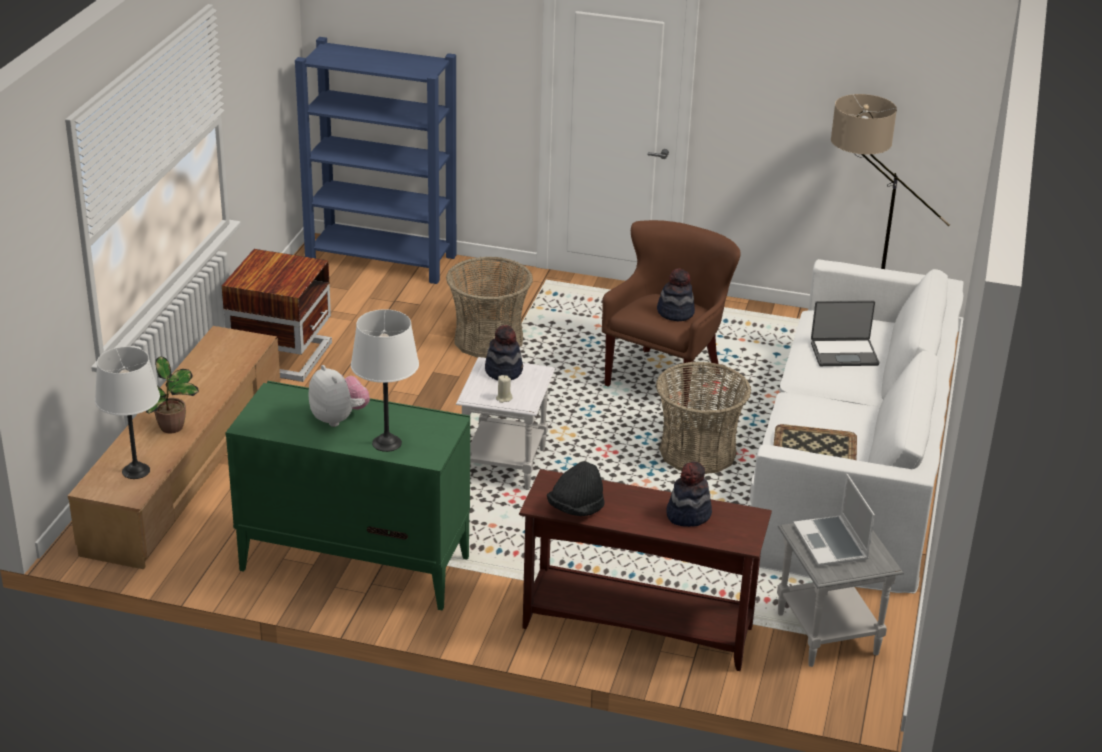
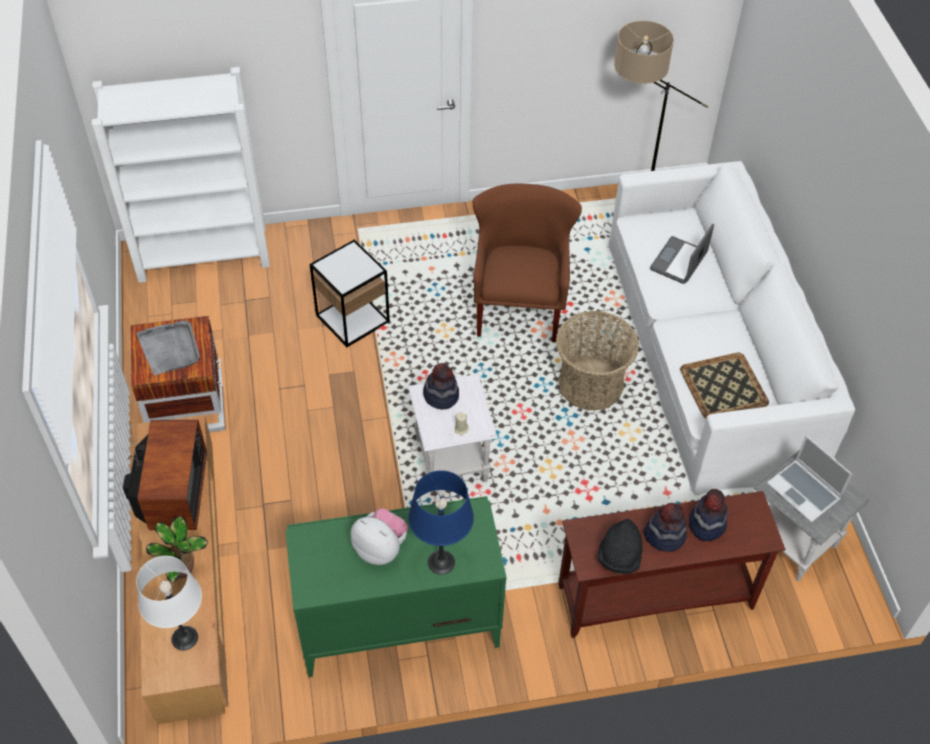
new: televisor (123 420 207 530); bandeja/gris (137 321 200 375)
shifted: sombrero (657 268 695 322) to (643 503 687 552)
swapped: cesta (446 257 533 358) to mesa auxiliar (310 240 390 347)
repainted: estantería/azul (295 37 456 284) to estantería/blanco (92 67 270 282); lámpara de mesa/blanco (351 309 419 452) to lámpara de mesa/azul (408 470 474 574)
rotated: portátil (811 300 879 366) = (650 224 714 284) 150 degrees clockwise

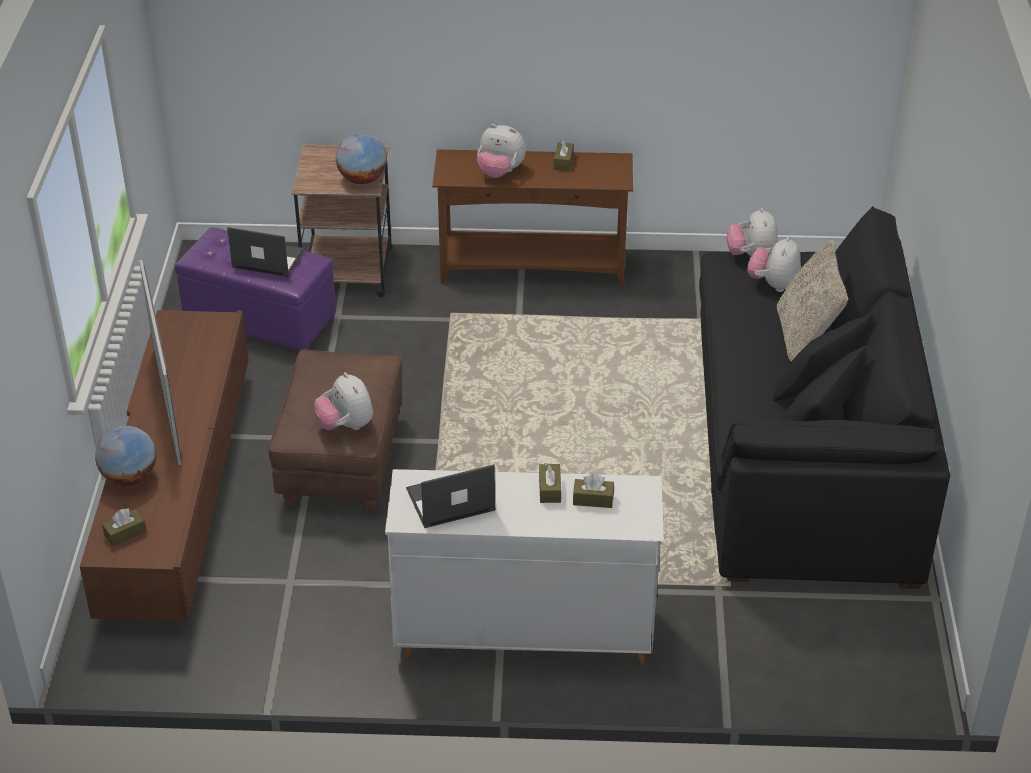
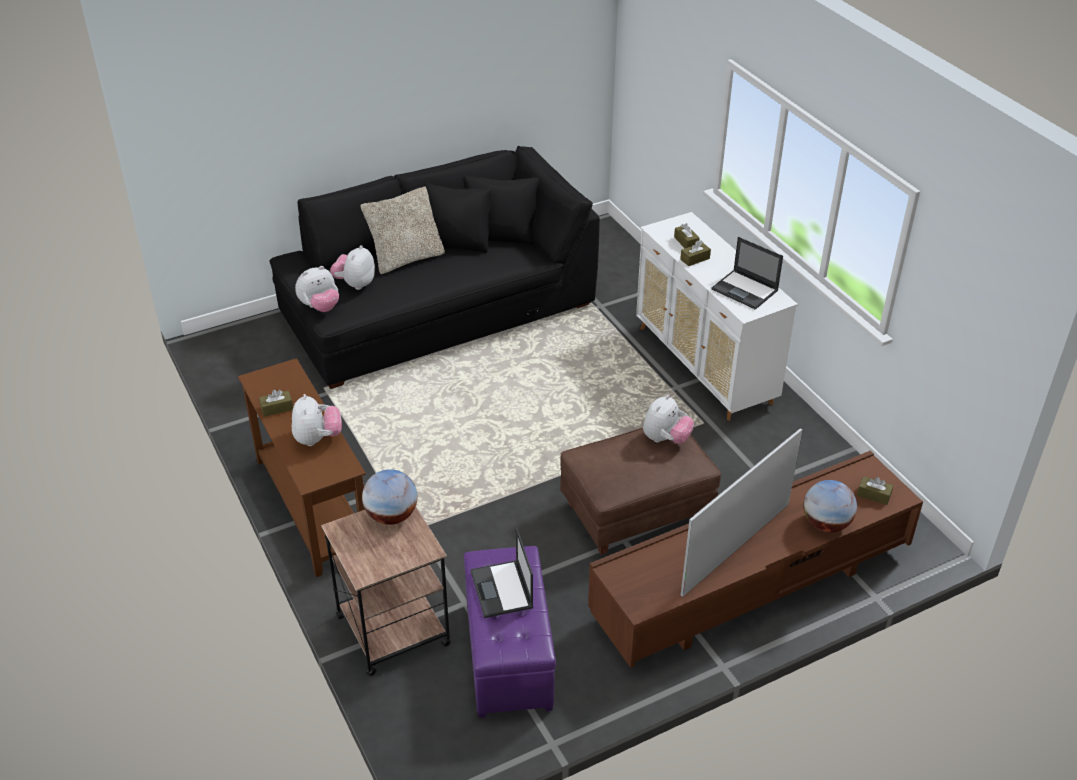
rotated: peluche (747 236 801 292) = (330 245 375 290) 120 degrees clockwise

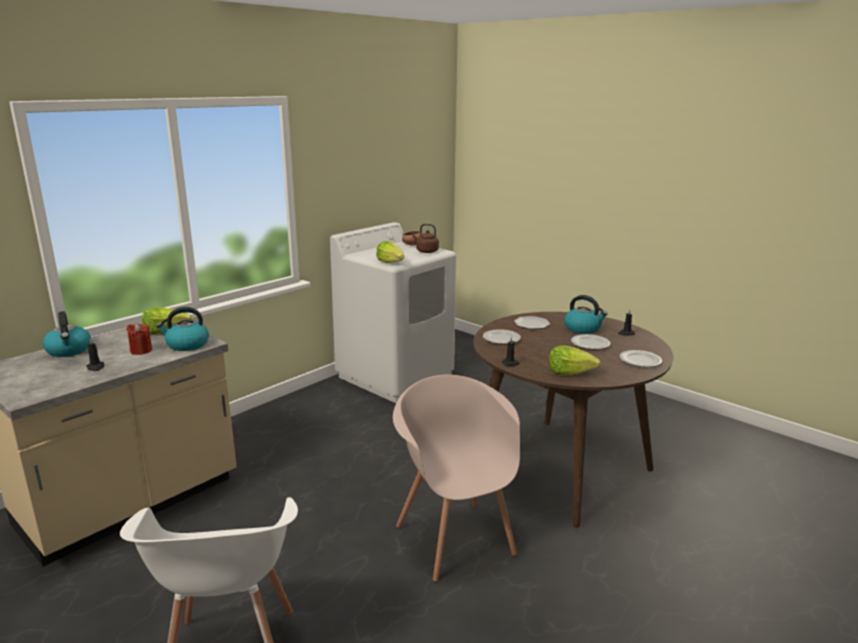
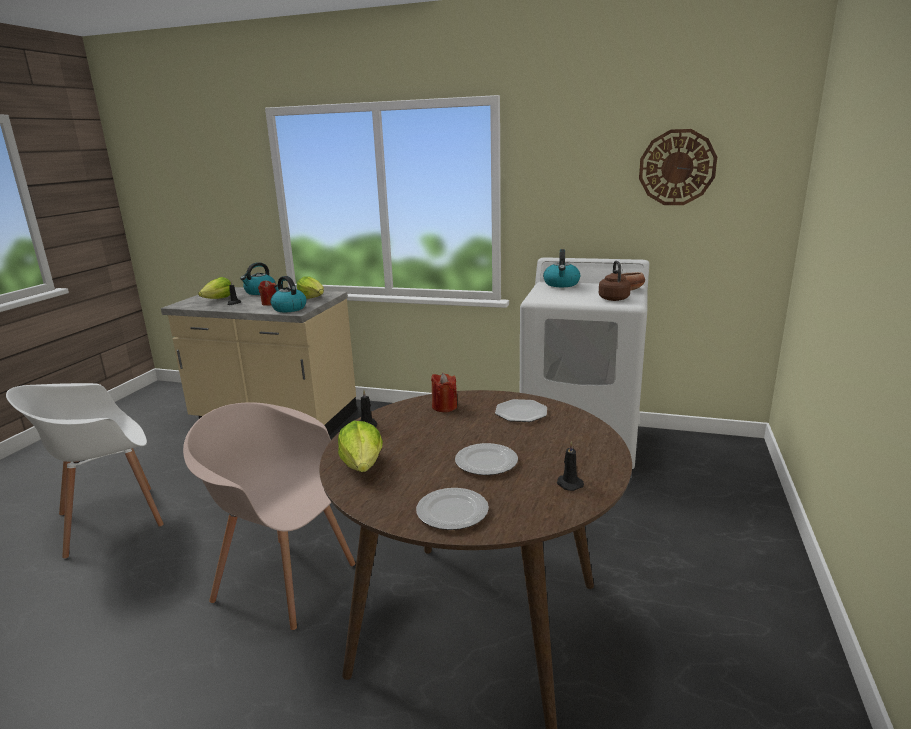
new: reloj de pared (639 129 717 205)
shifted: lechuga (376 241 404 263) to (198 277 231 299); hervidor (565 295 608 334) to (543 249 580 287)
swapped: plato (483 329 521 344) to vela/rojo (431 373 457 412)
rotated: silla/beis (393 375 520 581) = (183 402 356 630) 105 degrees counterclockwise

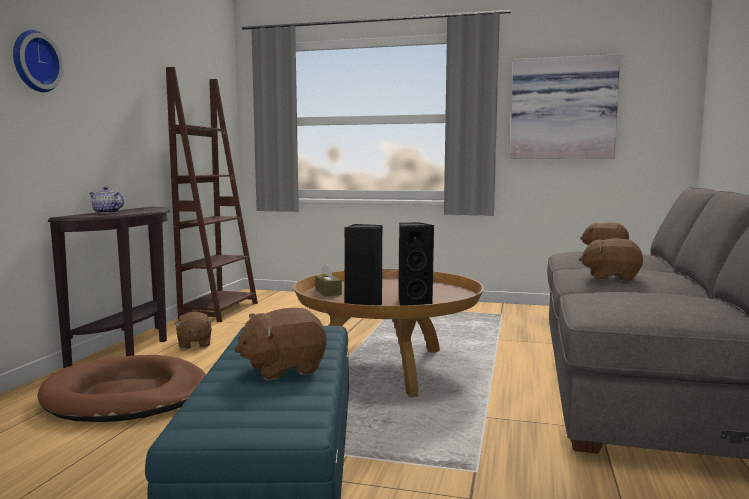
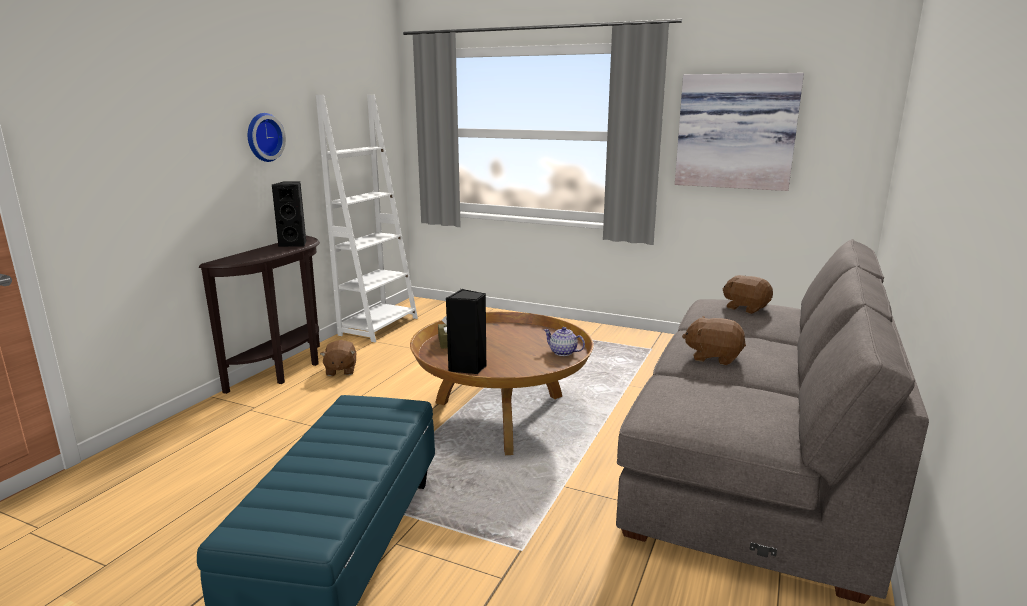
gone: cama para perro/marrón (37 355 206 422); peluche/marrón (234 308 327 380)
shifted: reloj de pared (13 30 64 92) to (248 113 286 162); tetera (89 187 124 214) to (544 327 585 356); altavoz/negro (399 222 434 306) to (271 181 306 247)
repainted: estantería/marrón (166 67 258 322) to estantería/blanco (316 95 418 342)

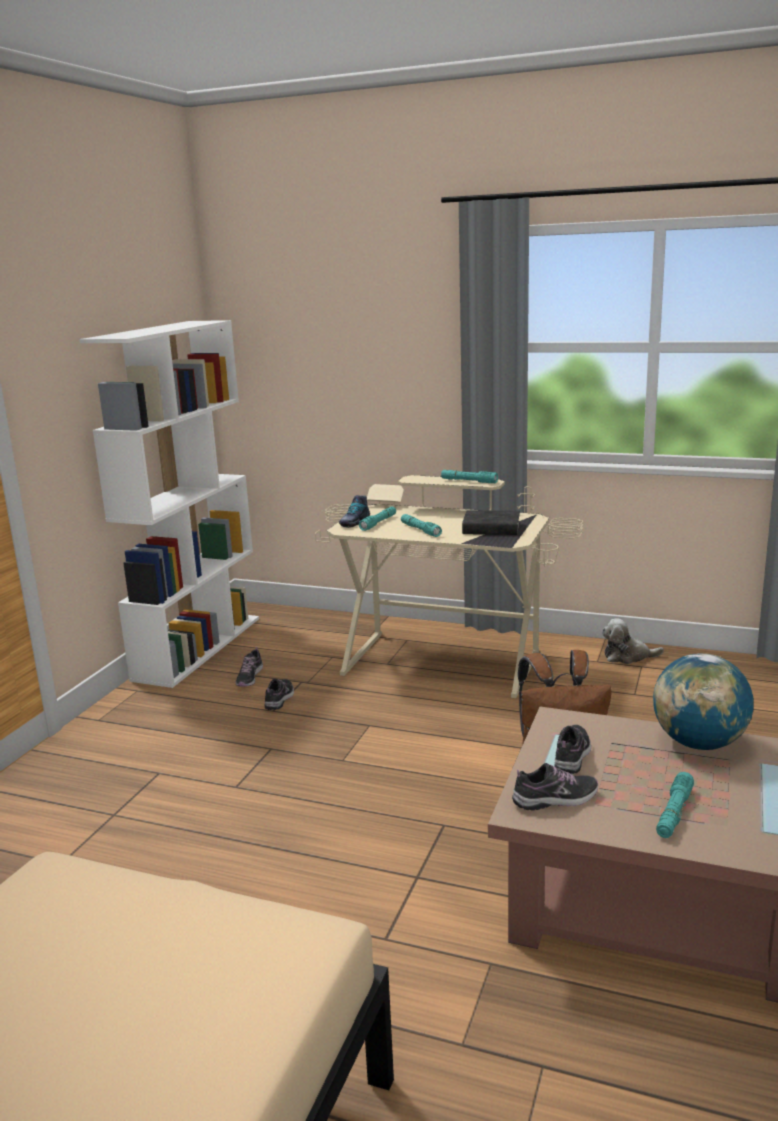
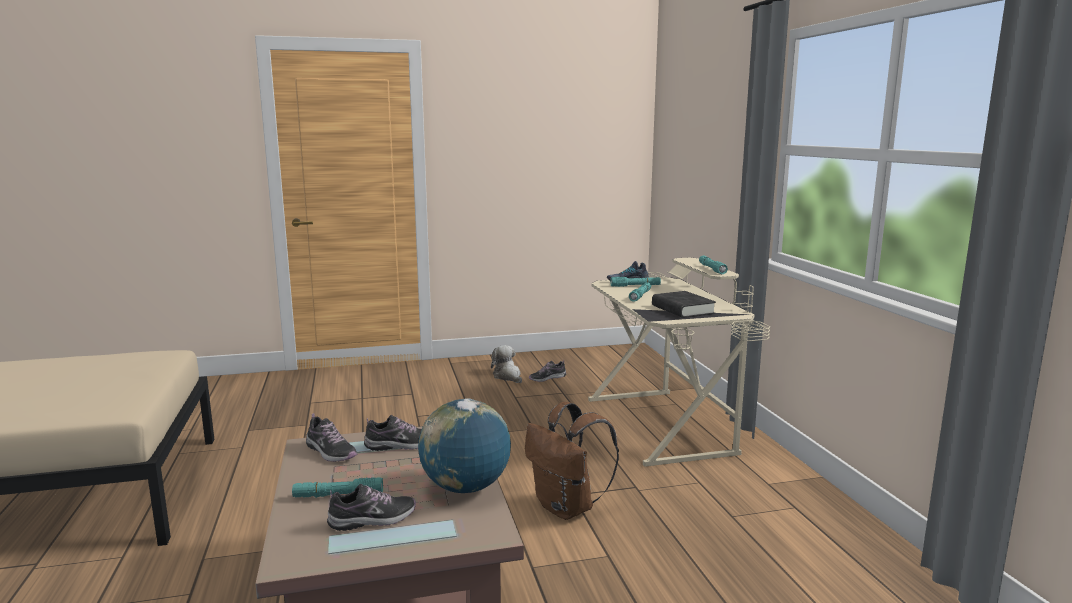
gone: estantería/blanco (79 320 259 688)
shifted: zapato (264 679 294 710) to (327 484 416 531); peluche (602 618 664 664) to (491 345 522 383)

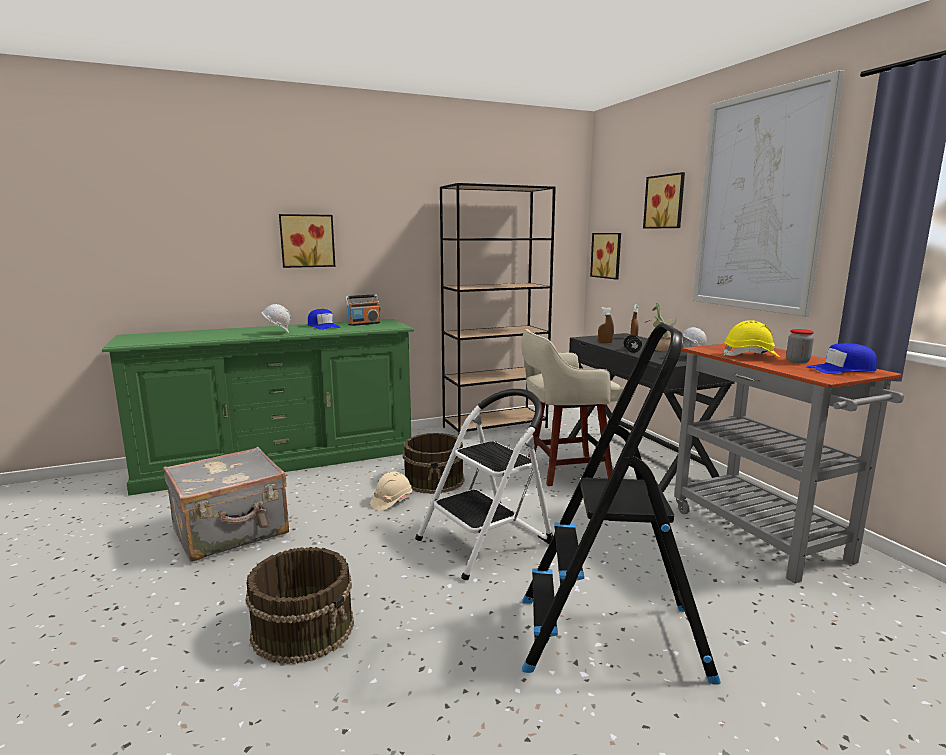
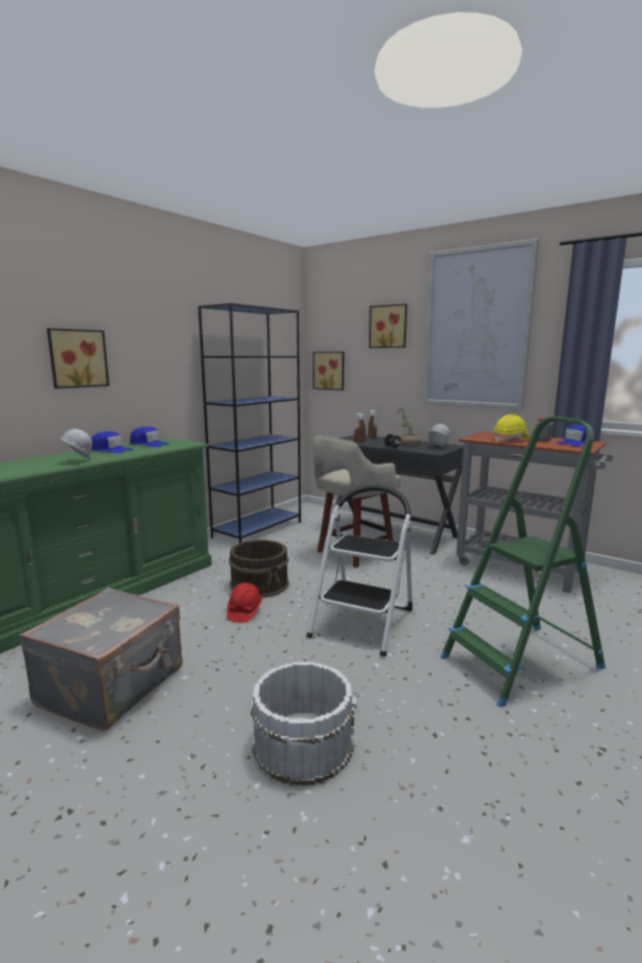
swapped: radio (345 294 380 326) to gorra/azul (130 427 170 447)
repainted: cubo/marrón (245 547 354 664) to cubo/blanco (251 662 357 785); casco/beis (370 472 412 511) to casco/rojo (227 583 262 623); estantería/beis (440 183 556 435) to estantería/azul (198 303 301 543); escalera de tijera/negro (522 323 721 685) to escalera de tijera/verde (440 416 606 707)

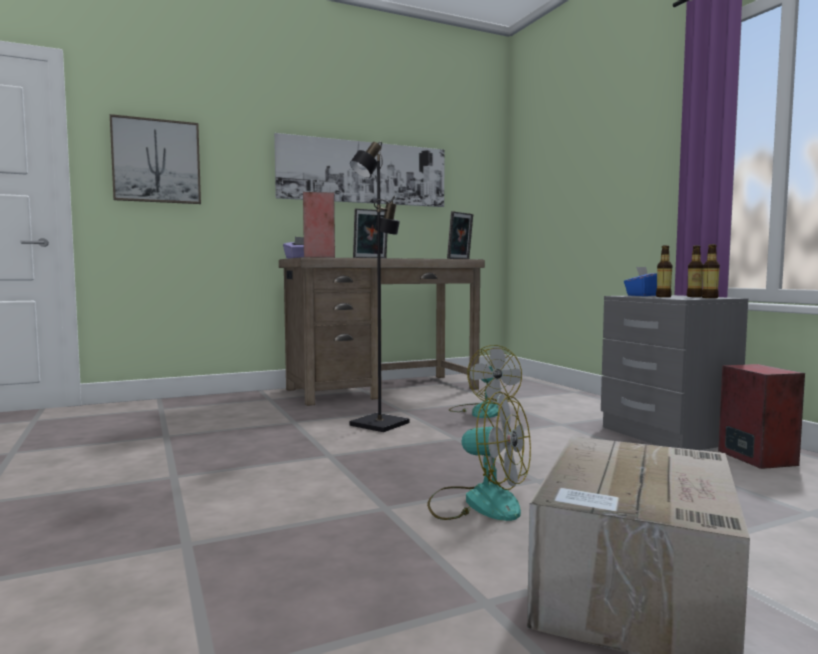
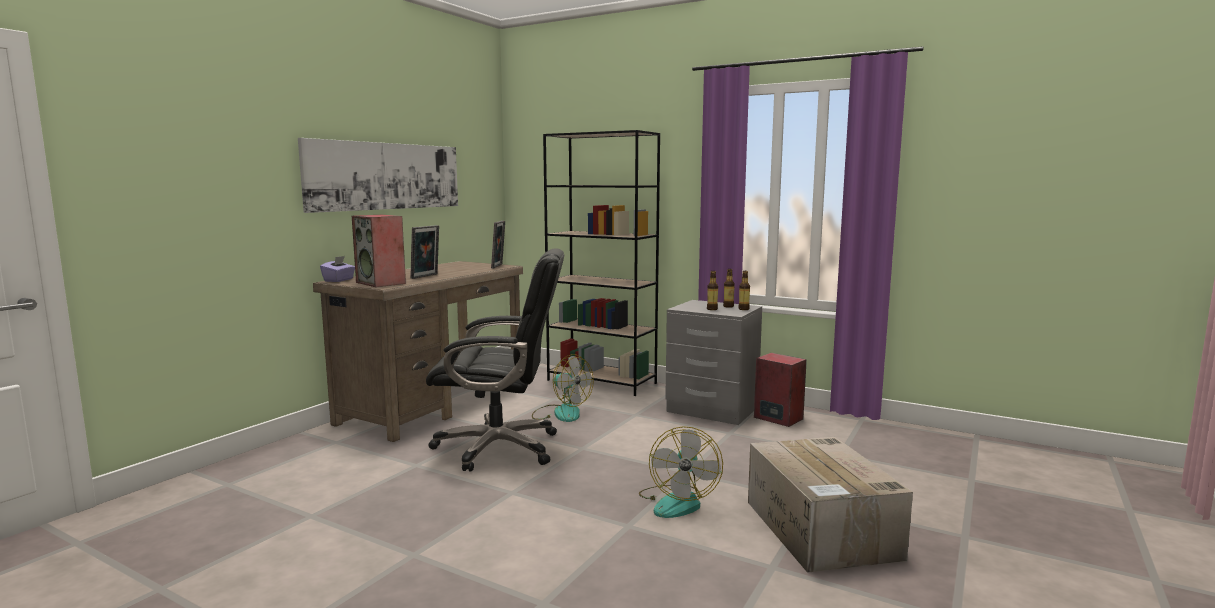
gone: cuadro (110 114 201 204); caja de pañuelos/azul (624 267 657 296)
new: estantería/beis (543 130 660 396)
swapped: lámpara de pie/negro (350 141 409 432) to silla de oficina/negro (426 248 564 472)
rotated: ventilador (427 391 531 521) = (639 426 723 518) 105 degrees clockwise

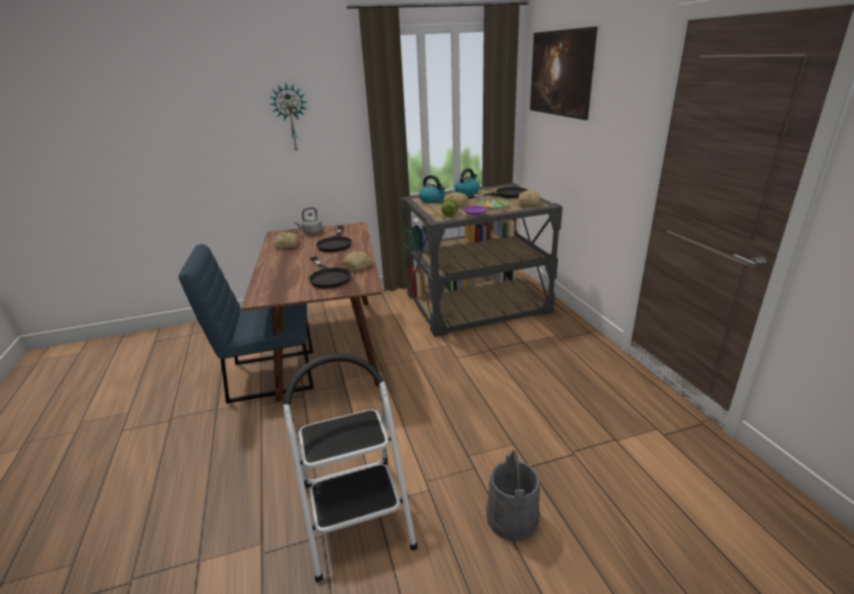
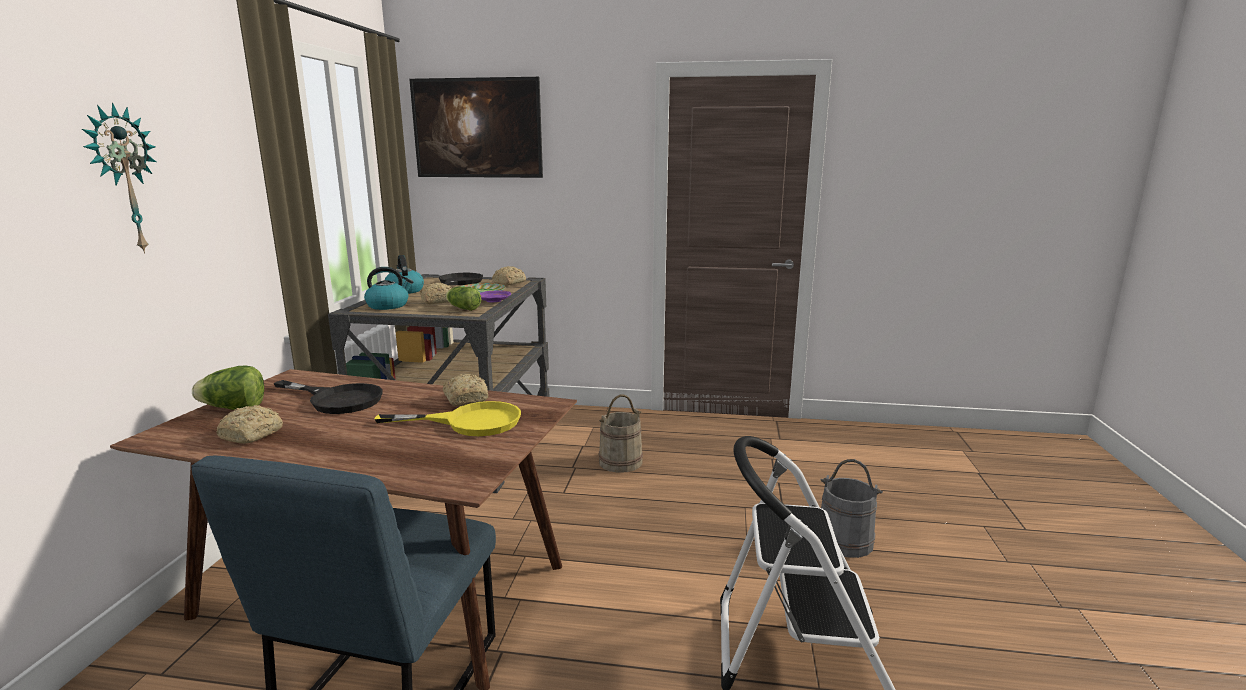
new: cubo/beis (598 394 643 473)
swapped: hervidor/gris (295 207 323 234) to lechuga (192 365 264 410)
repainted: sartén/negro (309 256 351 289) to sartén/amarillo (374 401 521 436)

